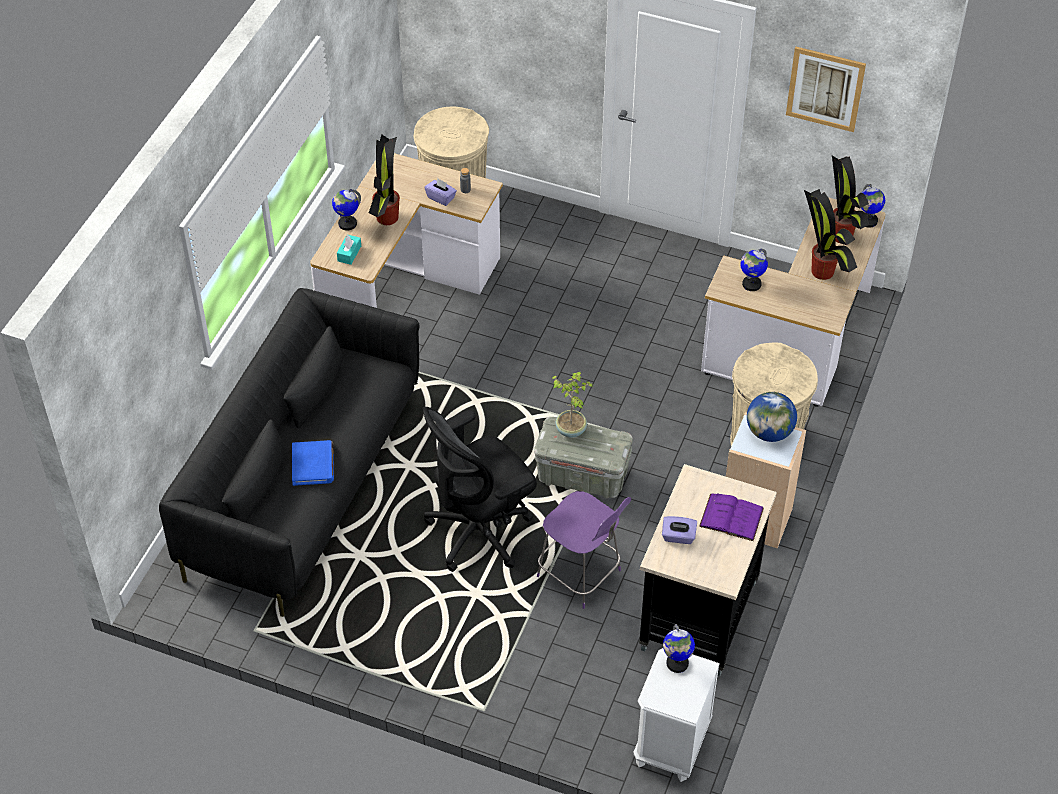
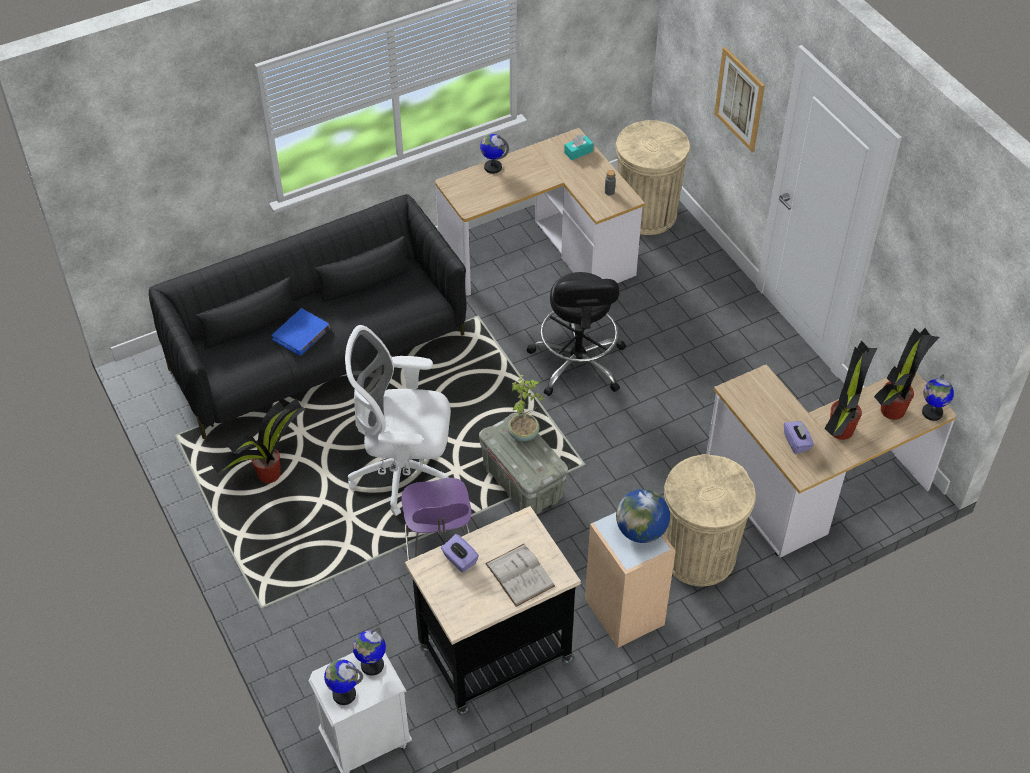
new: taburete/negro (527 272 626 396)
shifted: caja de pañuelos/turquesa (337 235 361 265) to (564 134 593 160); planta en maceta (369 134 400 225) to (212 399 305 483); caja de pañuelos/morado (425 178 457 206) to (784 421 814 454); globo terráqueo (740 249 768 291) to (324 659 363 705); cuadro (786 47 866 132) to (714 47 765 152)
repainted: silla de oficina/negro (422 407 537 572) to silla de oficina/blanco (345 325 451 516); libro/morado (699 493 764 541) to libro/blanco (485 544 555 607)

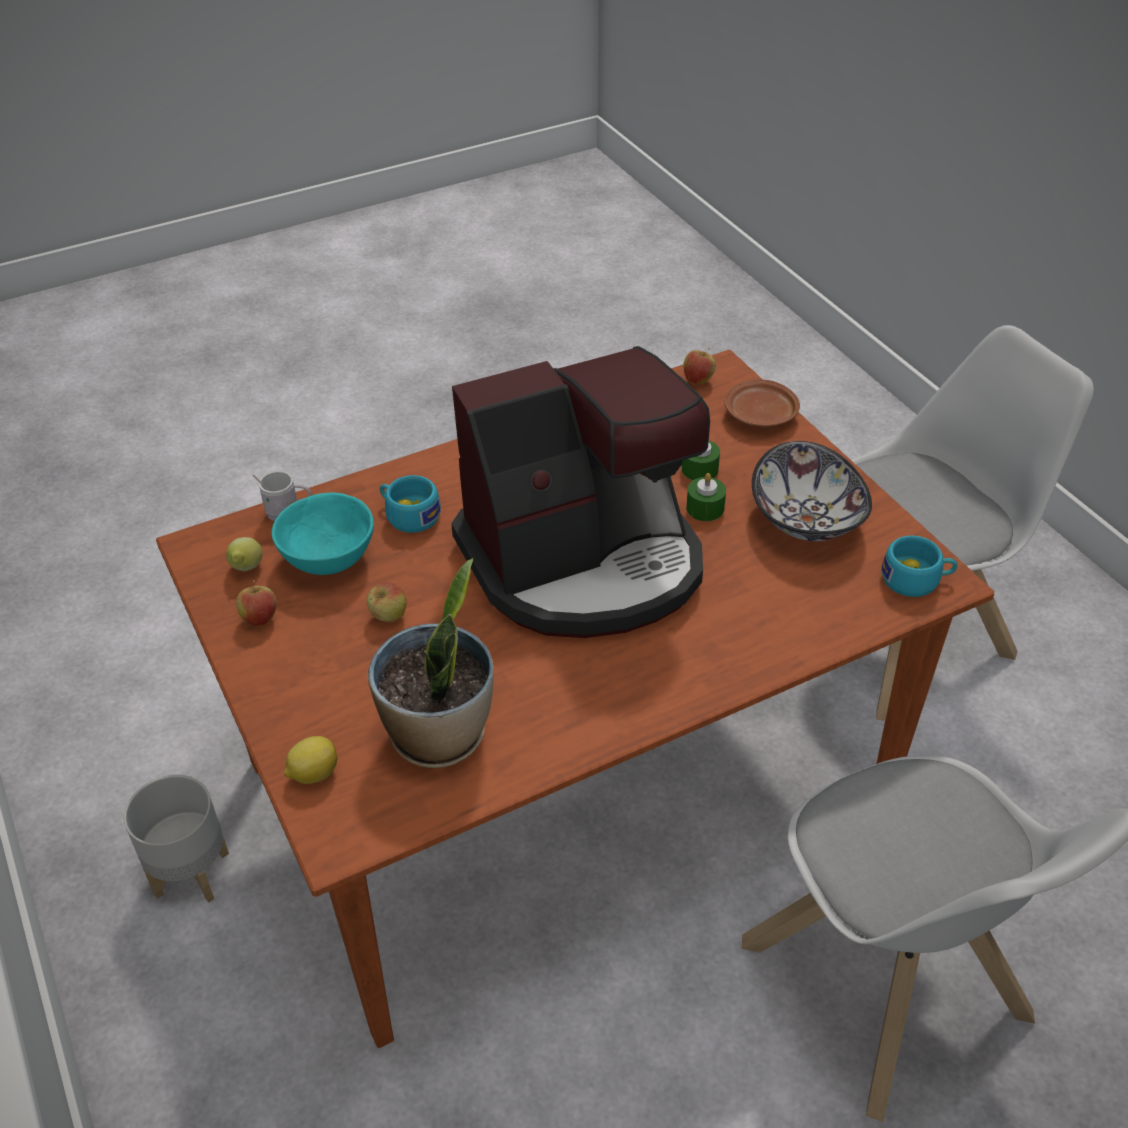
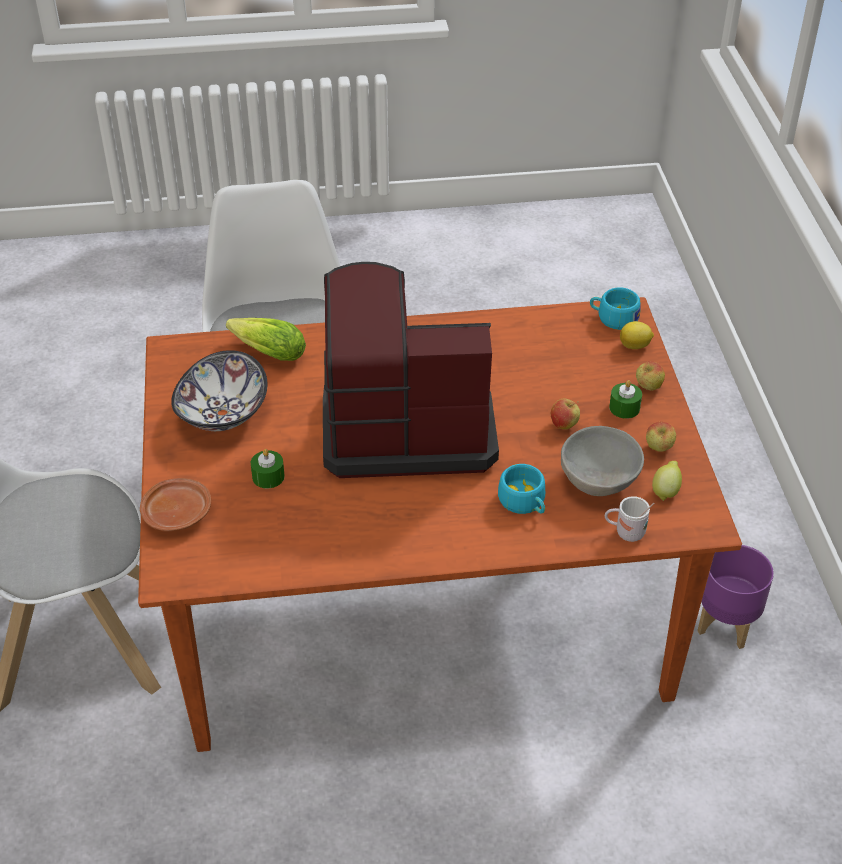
gone: planta en maceta (368 558 494 768)
new: lechuga (226 318 306 361)
shifted: manzana (683 348 716 385) to (636 361 665 391); vela/verde (686 473 726 521) to (609 380 642 419); taza/turquesa (882 535 958 597) to (590 288 641 330)
repainted: maceta/gris (124 775 229 903) to maceta/morado (697 545 774 649); cuenco/turquesa (272 492 374 575) to cuenco/gris (561 426 644 496)

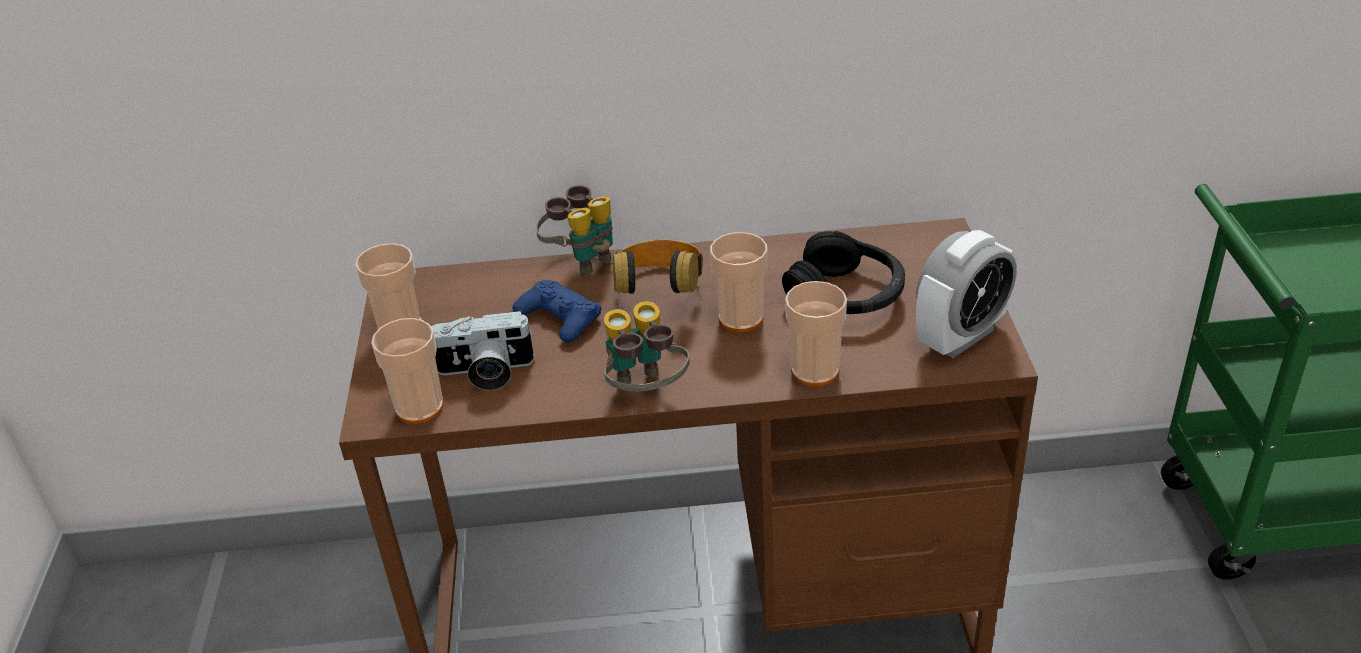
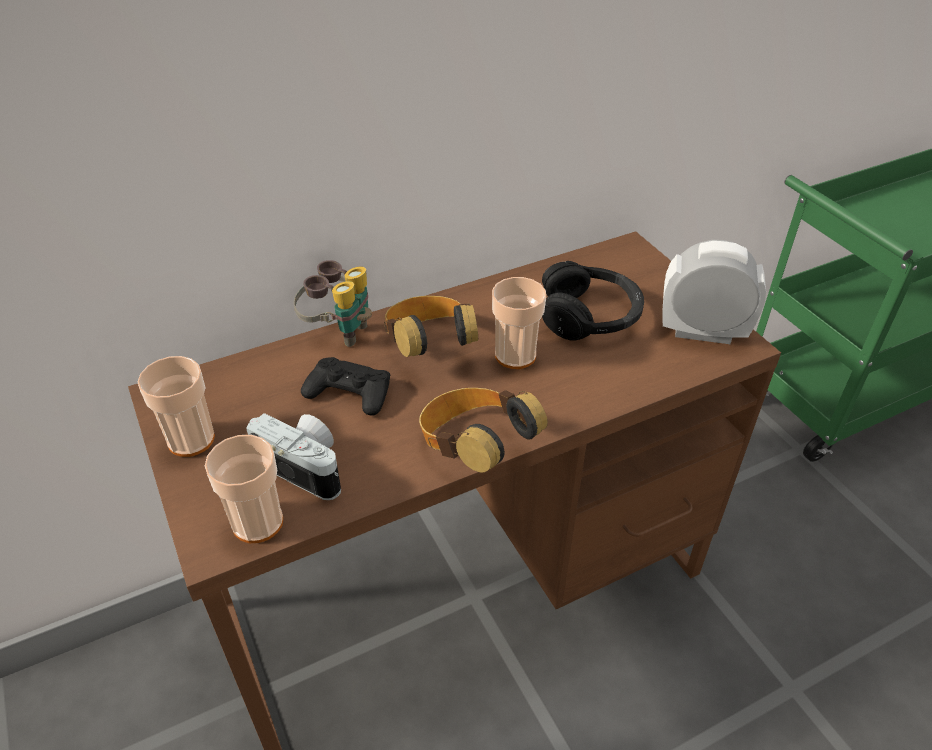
gone: taza (785 281 847 386)
swapped: prismáticos (604 301 689 392) to auriculares (419 388 548 473)
repainted: mando de consola/azul (512 280 602 343) to mando de consola/negro (301 357 390 416)
rotated: cámara (431 311 534 390) = (246 413 341 500) 120 degrees counterclockwise; despertador (916 230 1017 358) = (662 240 766 344) 105 degrees counterclockwise

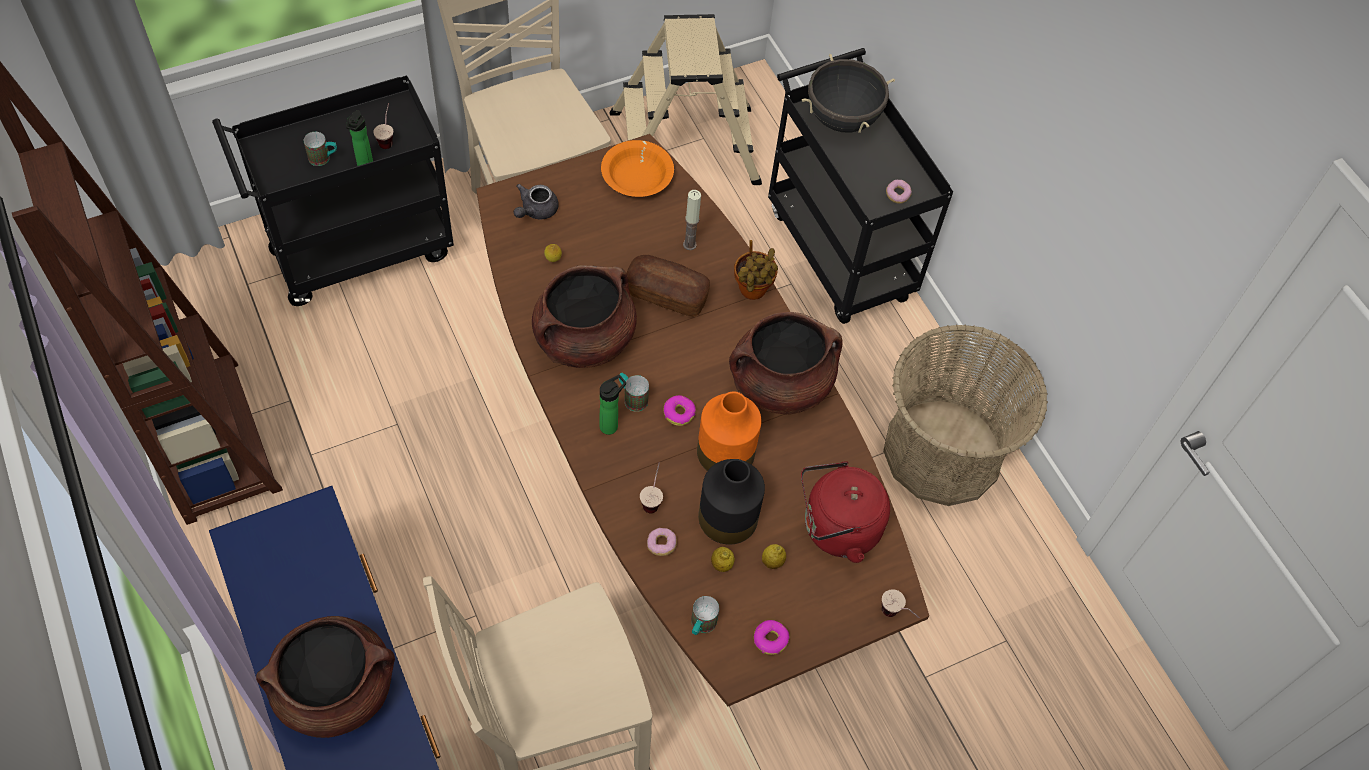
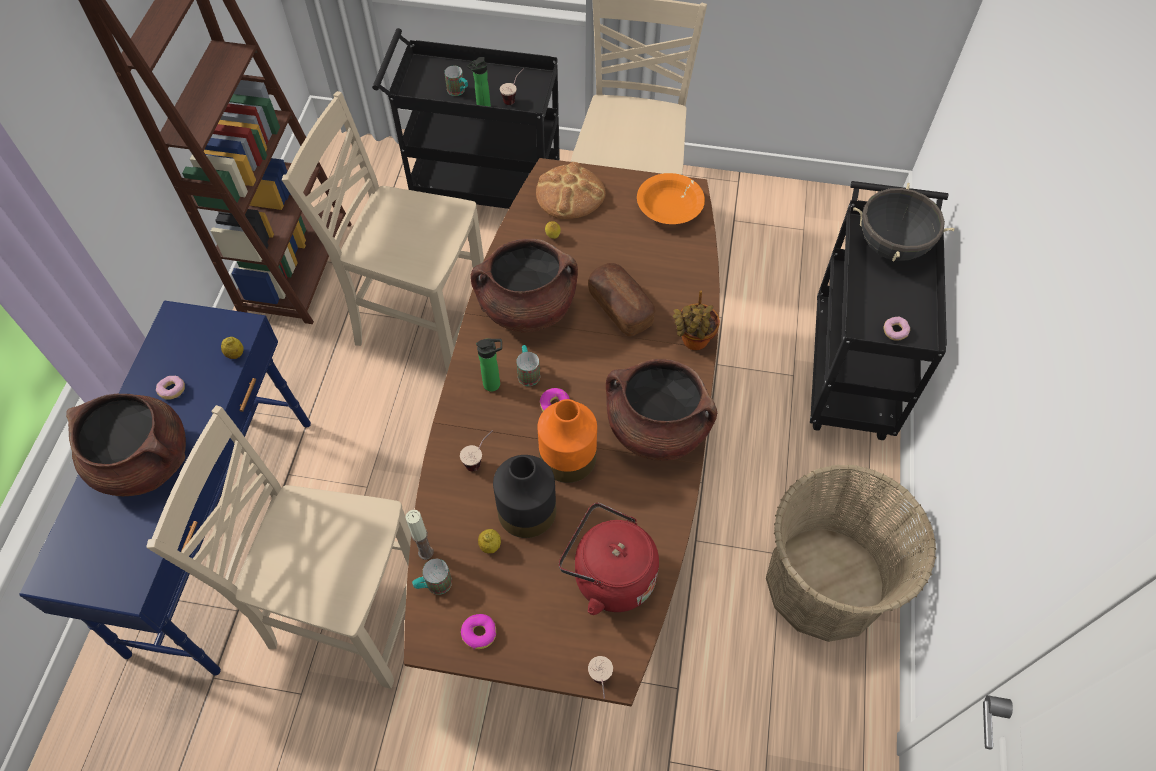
gone: escalera de tijera/beis (610 14 762 185)
new: silla/beis (282 91 484 372)
shifted: rosquilla (647 528 677 556) to (156 376 185 400); vela (683 190 701 250) to (405 510 434 560); limón (762 544 786 569) to (221 337 244 359)
swapped: tetera/gris (513 184 559 219) to pan (536 162 606 219)

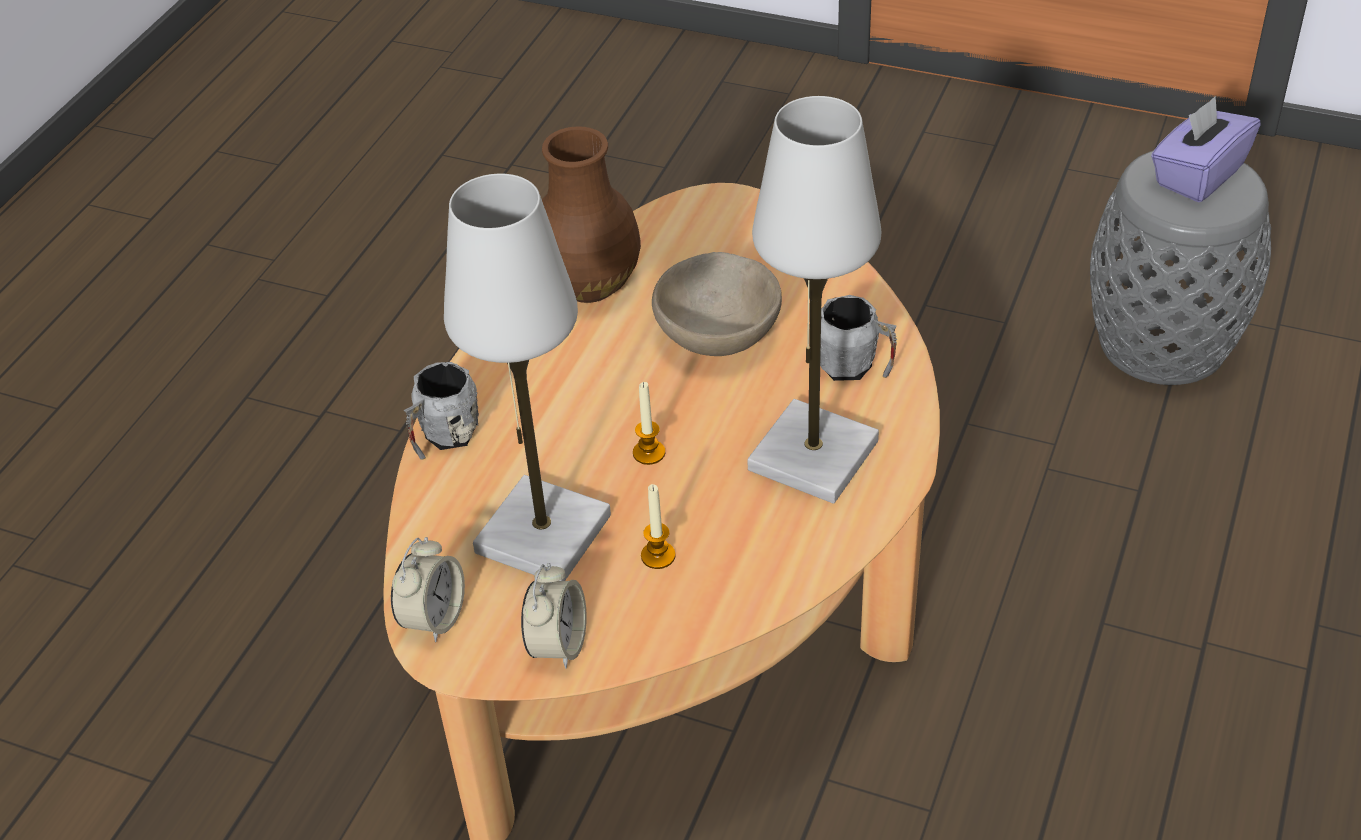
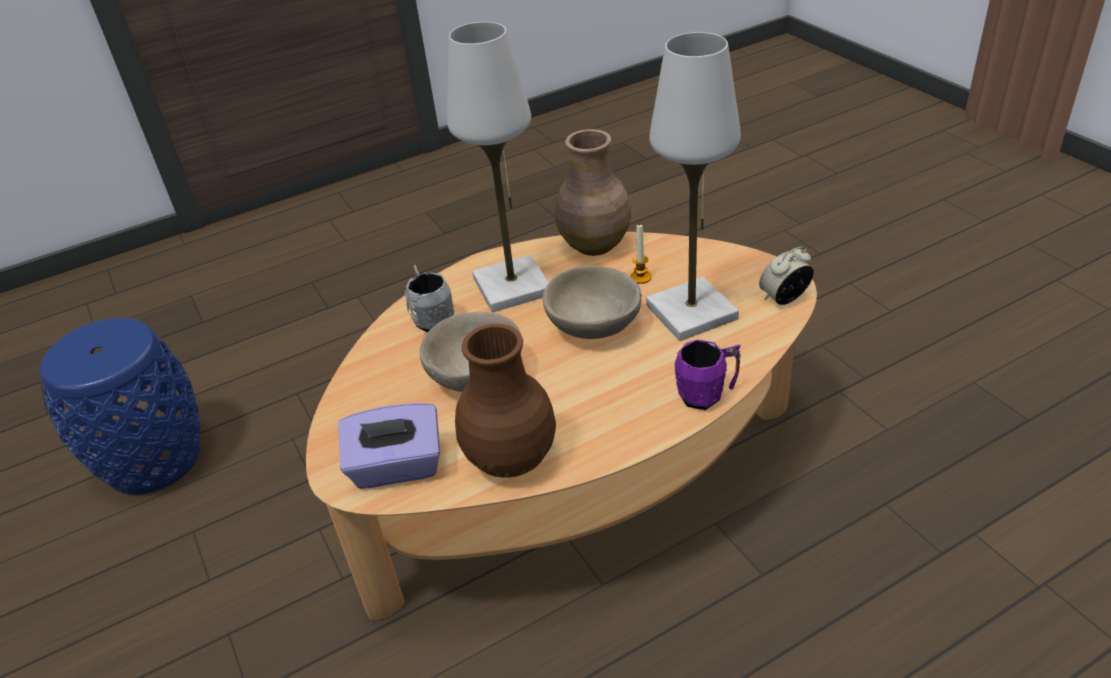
gone: despertador (521 563 587 669)
new: florero/marrón (555 129 631 256)
shifted: caja de pañuelos/morado (1151 96 1261 202) to (338 403 440 489)
swapped: vela (633 382 665 465) to cuenco/beis (543 265 642 339)
repainted: taza grande/gris (403 362 479 460) to taza grande/morado (675 340 741 410); taburete/gris (1090 150 1271 385) to taburete/azul (40 318 201 495)

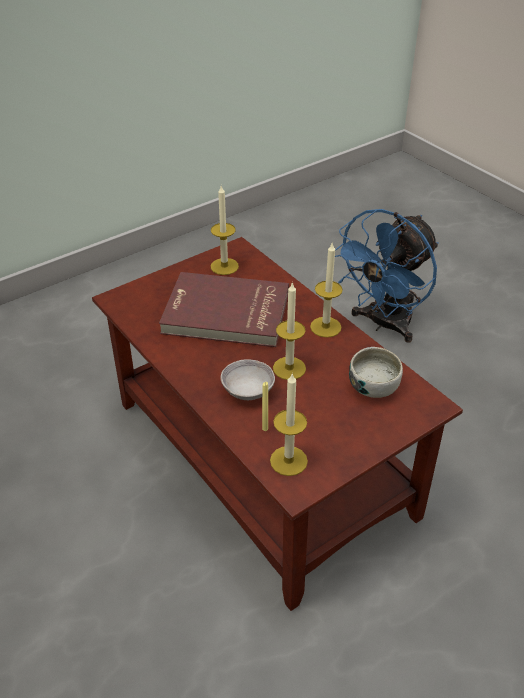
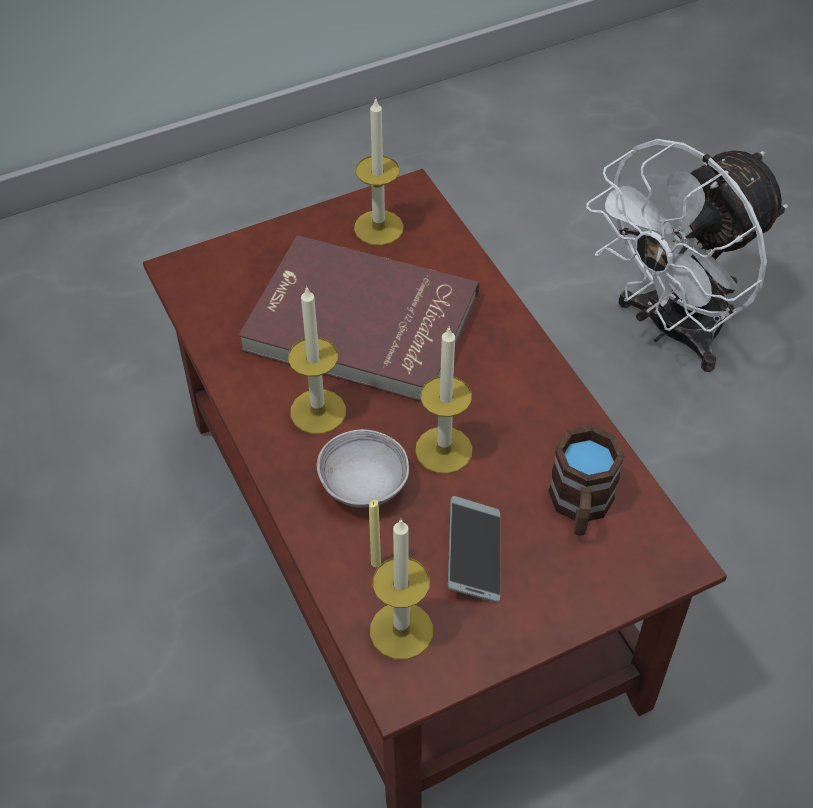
new: móvil (448 496 500 603)
shifted: vela (310 243 343 338) to (288 286 346 434)
swapped: cuenco (349 347 403 398) to taza grande/marrón (549 425 625 536)
repainted: ventilador/azul (335 209 439 343) to ventilador/blanco (586 139 788 372)

